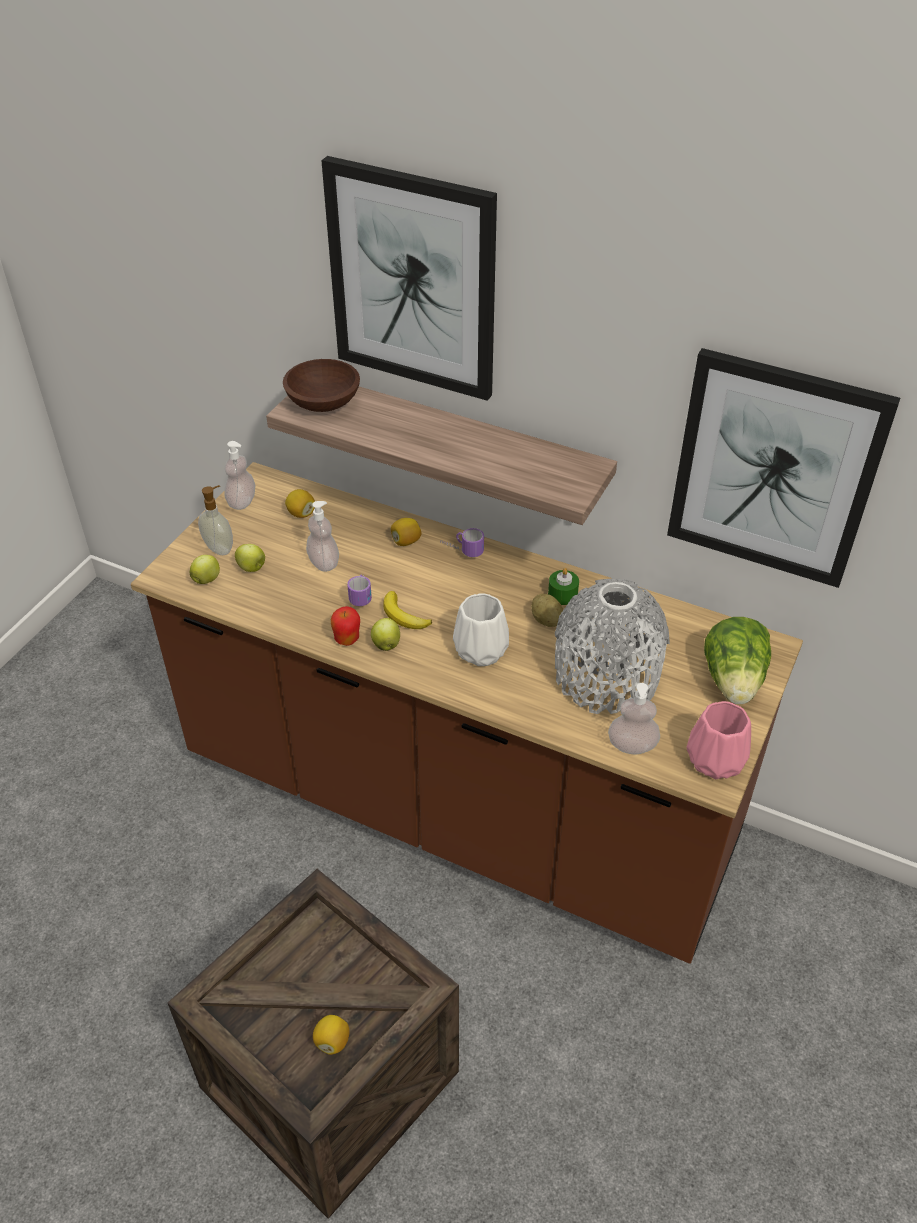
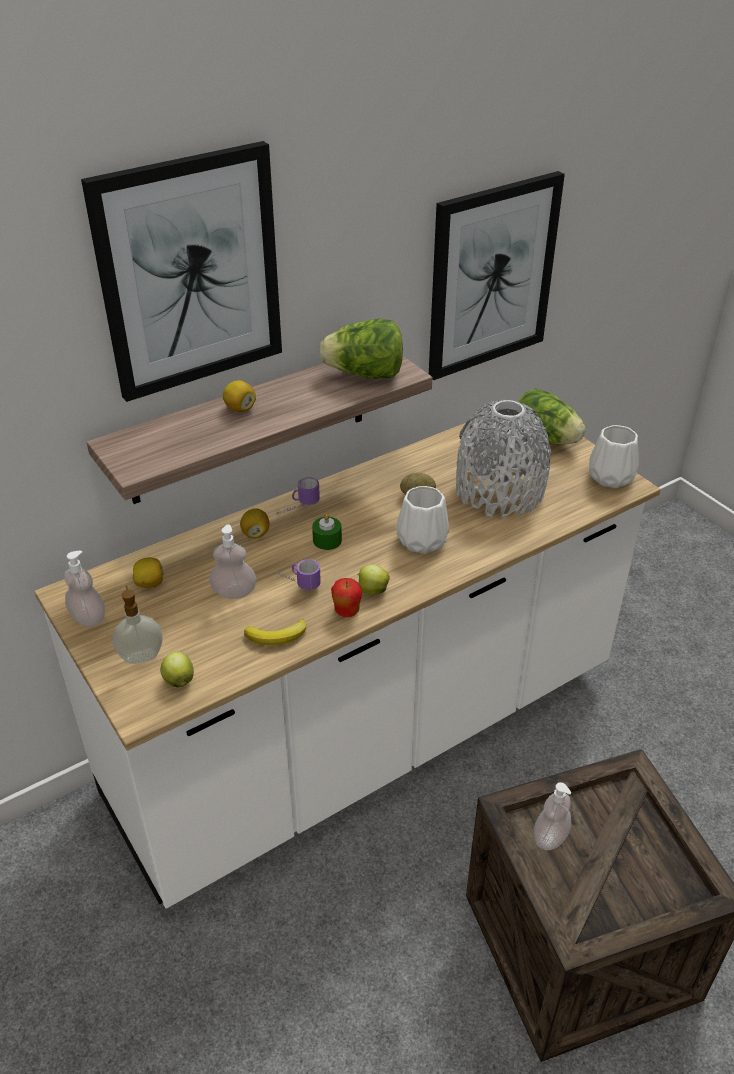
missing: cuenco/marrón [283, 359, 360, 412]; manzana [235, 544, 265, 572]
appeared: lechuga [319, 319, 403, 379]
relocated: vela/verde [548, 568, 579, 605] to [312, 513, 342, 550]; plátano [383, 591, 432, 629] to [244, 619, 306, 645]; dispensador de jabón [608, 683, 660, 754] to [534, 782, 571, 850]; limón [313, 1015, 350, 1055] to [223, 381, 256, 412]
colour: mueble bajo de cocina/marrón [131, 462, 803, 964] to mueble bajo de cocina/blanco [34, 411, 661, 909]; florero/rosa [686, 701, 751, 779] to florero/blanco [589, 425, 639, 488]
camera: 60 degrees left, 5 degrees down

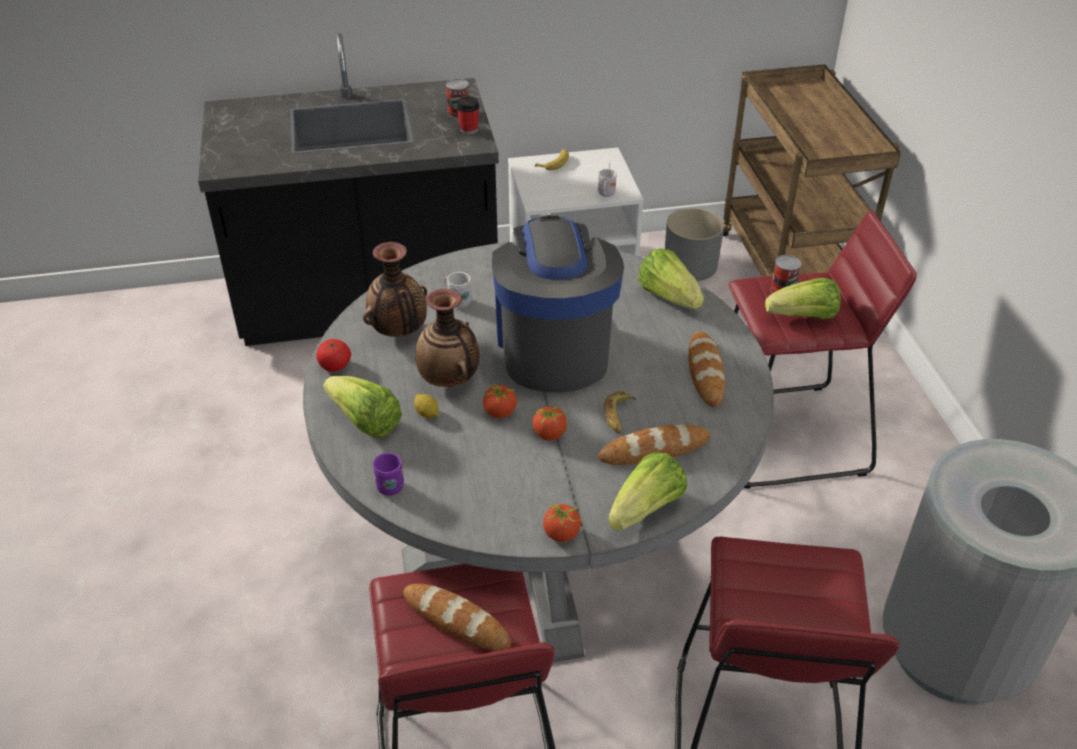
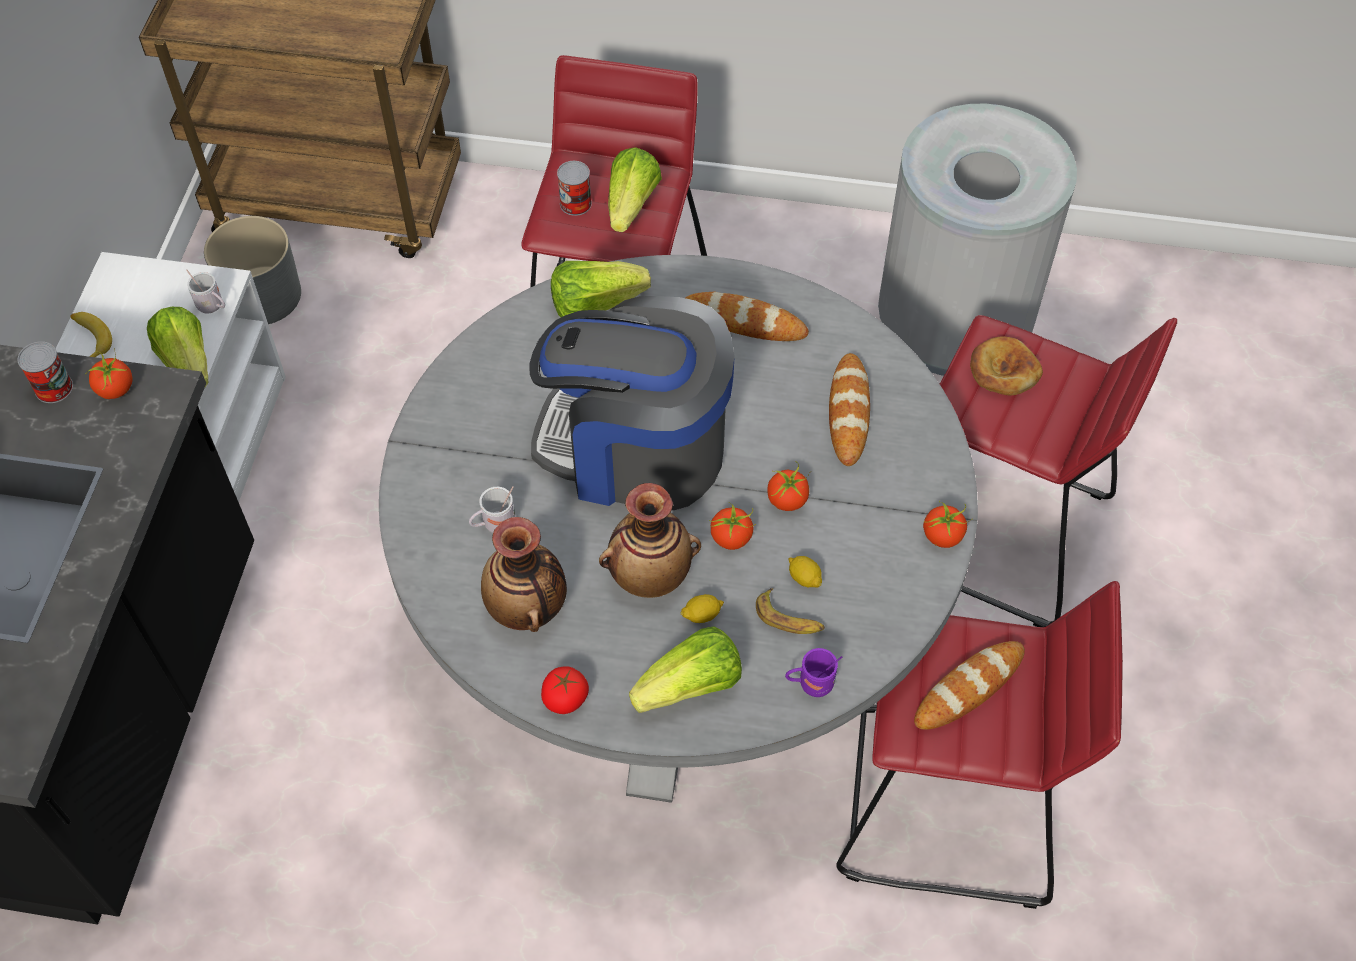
appeared: pan [970, 336, 1043, 395]; limón [789, 556, 822, 588]
relocated: plátano [604, 391, 636, 434] to [756, 588, 825, 634]; lechuga [608, 452, 687, 531] to [147, 307, 209, 387]
exchanged: taza [456, 96, 479, 135] to tomate [86, 348, 133, 399]
camera: 70 degrees left, 15 degrees up

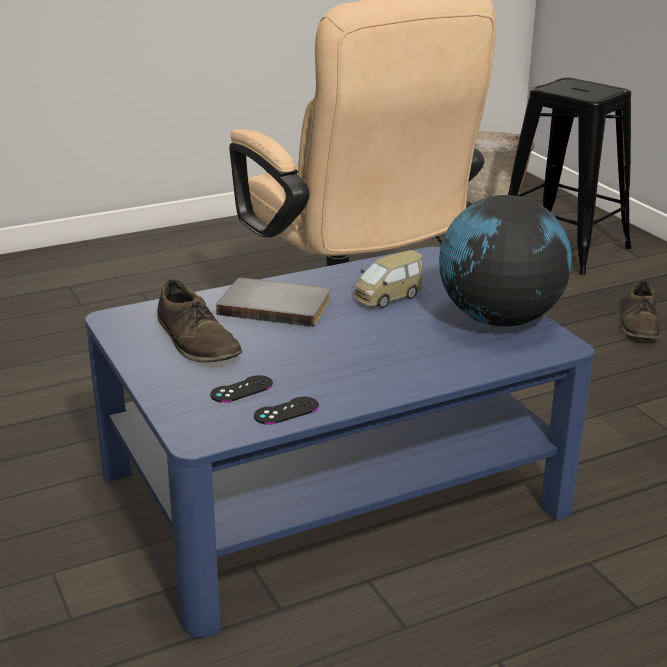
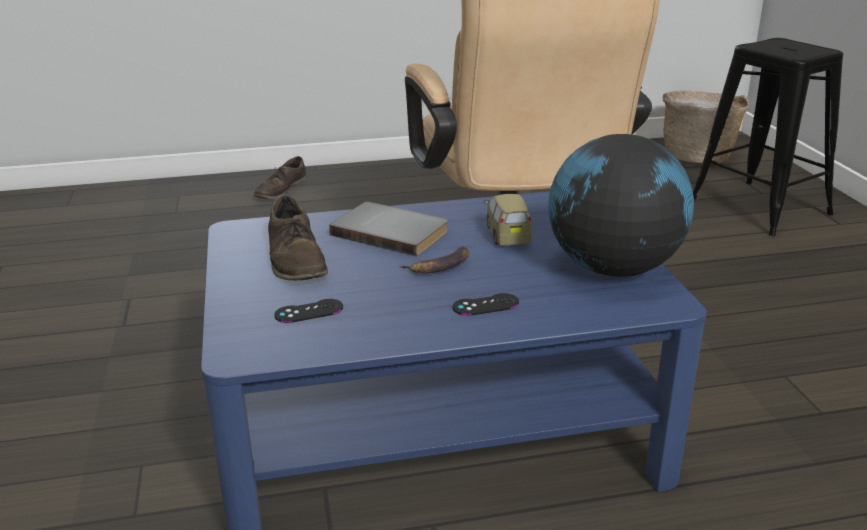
appeared: plátano [398, 246, 469, 274]
relocated: zapato/marrón [622, 280, 659, 340] to [254, 156, 306, 200]; mando de consola/negro [254, 397, 319, 425] to [453, 293, 519, 316]
spun: coche de juguete [354, 250, 423, 308] = [484, 194, 531, 245] 105 degrees clockwise
camera: 15 degrees right, 0 degrees up

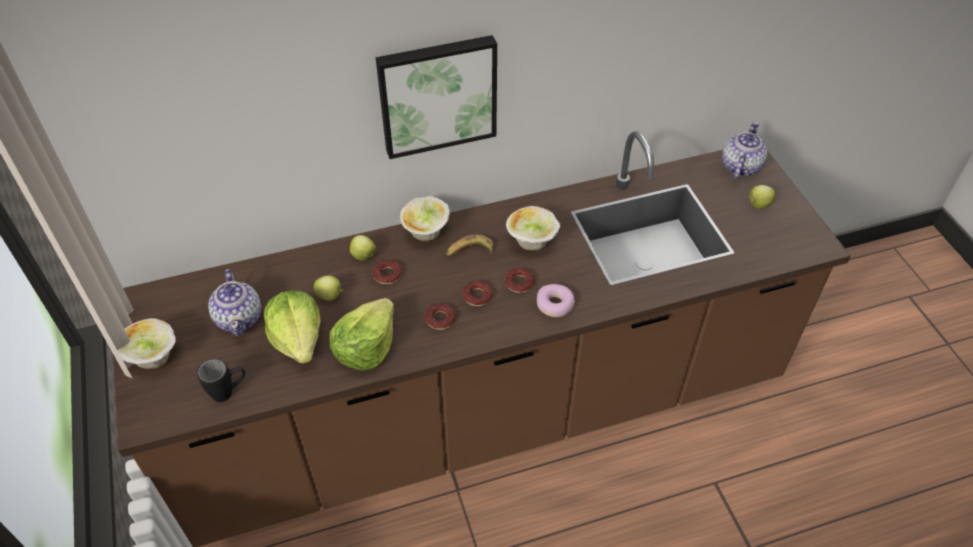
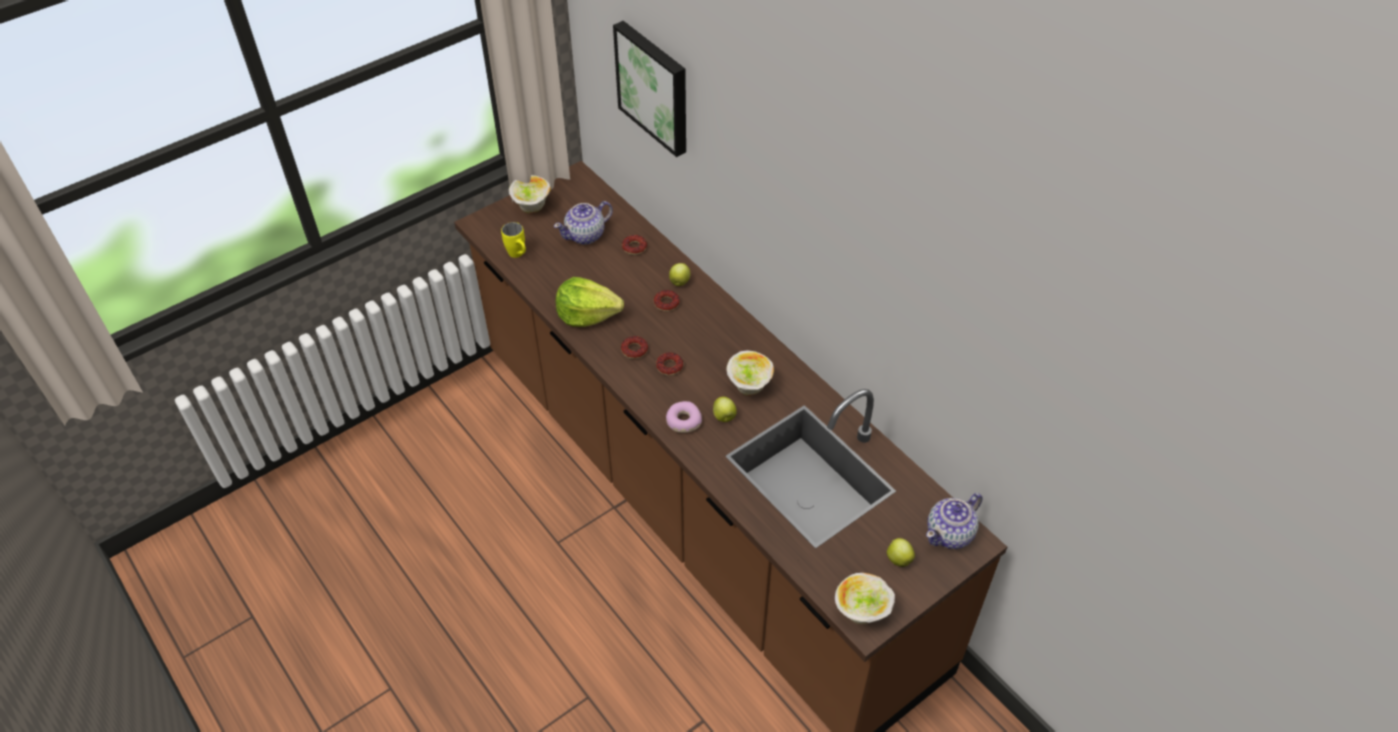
missing: plátano [446, 234, 494, 257]; lechuga [264, 290, 321, 363]
relocated: cuadro [376, 35, 497, 159] to [613, 21, 686, 157]; cuenco [400, 196, 450, 241] to [835, 573, 895, 624]; rosquilla [505, 267, 535, 293] to [622, 235, 647, 255]; manzana [313, 275, 343, 301] to [713, 396, 737, 422]
colour: taza grande/negro [197, 359, 245, 402] to taza grande/amarillo [501, 222, 526, 258]
spun: tetera [722, 122, 767, 179] = [926, 493, 983, 549] 135 degrees clockwise
camera: 70 degrees right, 0 degrees up

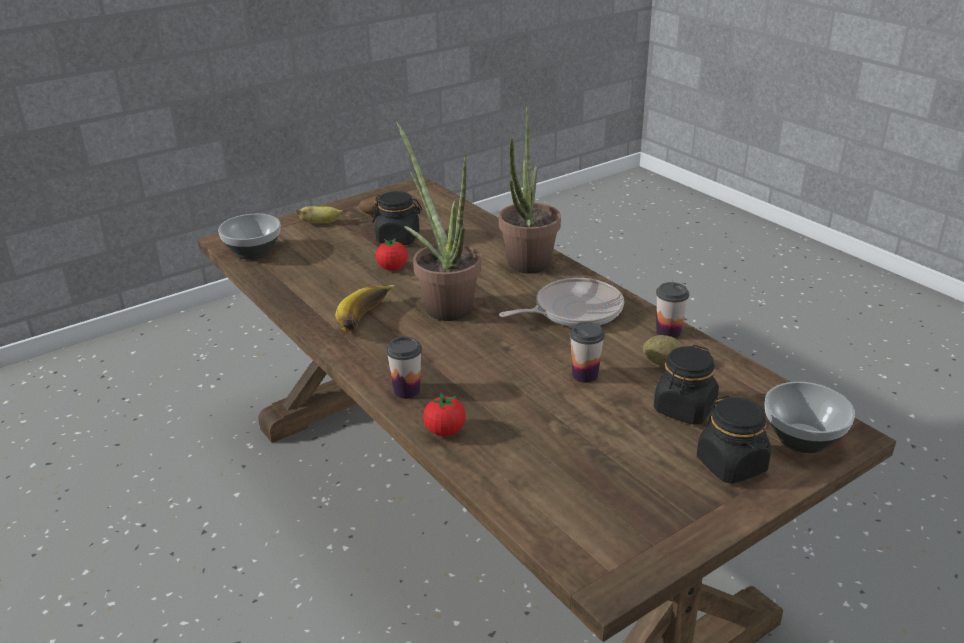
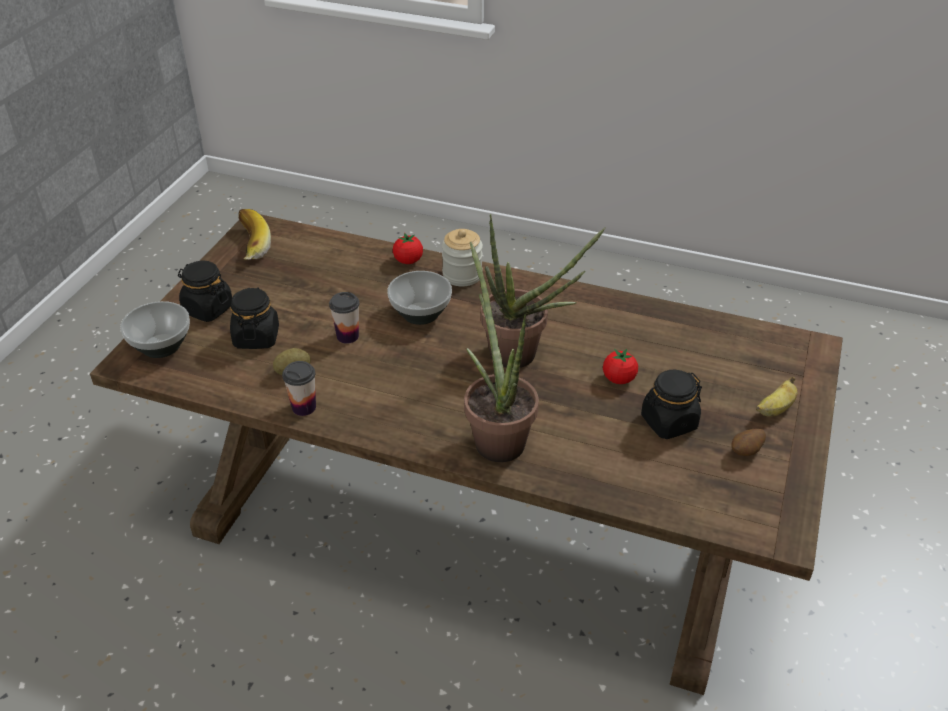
missing: sartén [499, 278, 624, 327]
relocated: cuenco [218, 214, 281, 260] to [387, 271, 452, 325]; plátano [335, 285, 395, 333] to [238, 209, 271, 260]
exchanged: taza [386, 336, 422, 399] to tarro [442, 229, 483, 286]
camera: 145 degrees right, 10 degrees up

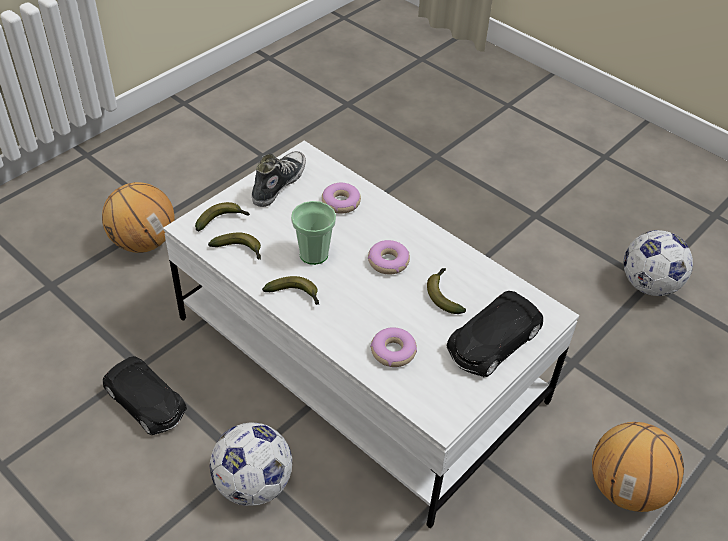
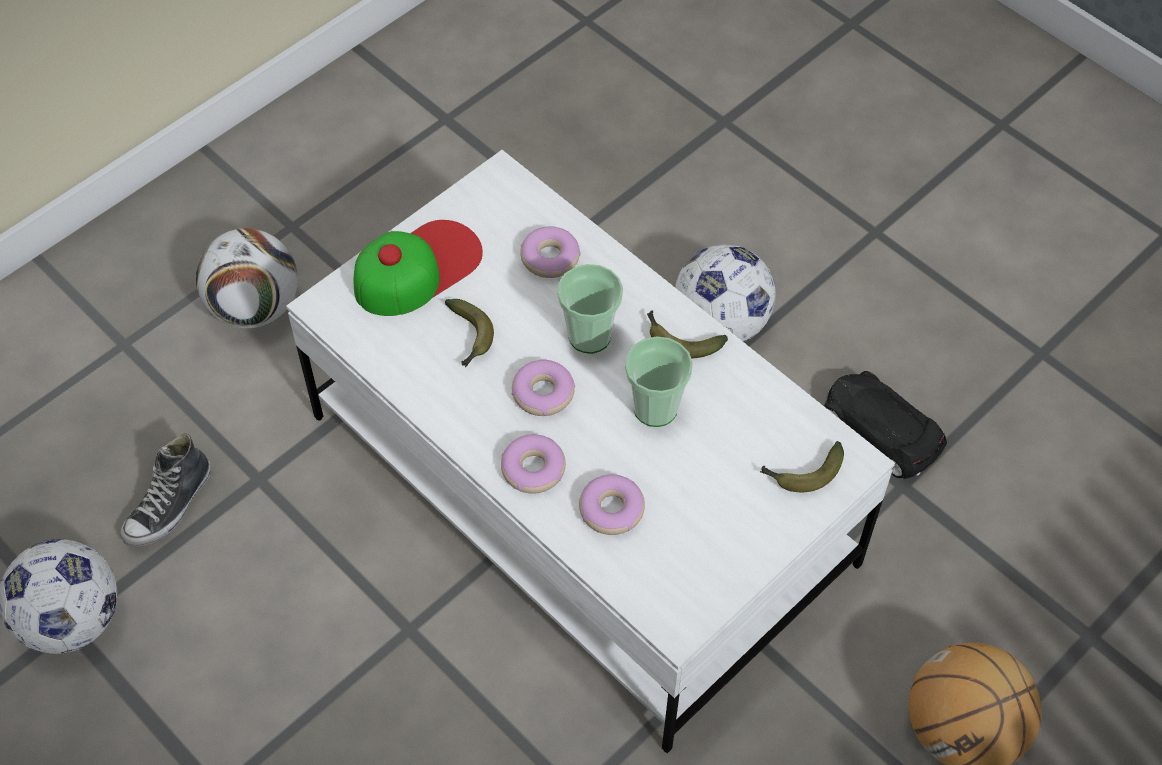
missing: plátano [208, 233, 261, 259]
appeared: taza [557, 264, 623, 354]; rosquilla [501, 434, 566, 494]
relocated: zapato [252, 151, 306, 207] to [120, 433, 211, 547]
exchanged: coche de juguete/negro [447, 291, 543, 377] to gorra [354, 220, 483, 316]; balón de baloncesto [592, 422, 684, 512] to balón de fútbol [196, 228, 298, 329]
camera: 175 degrees left, 10 degrees up

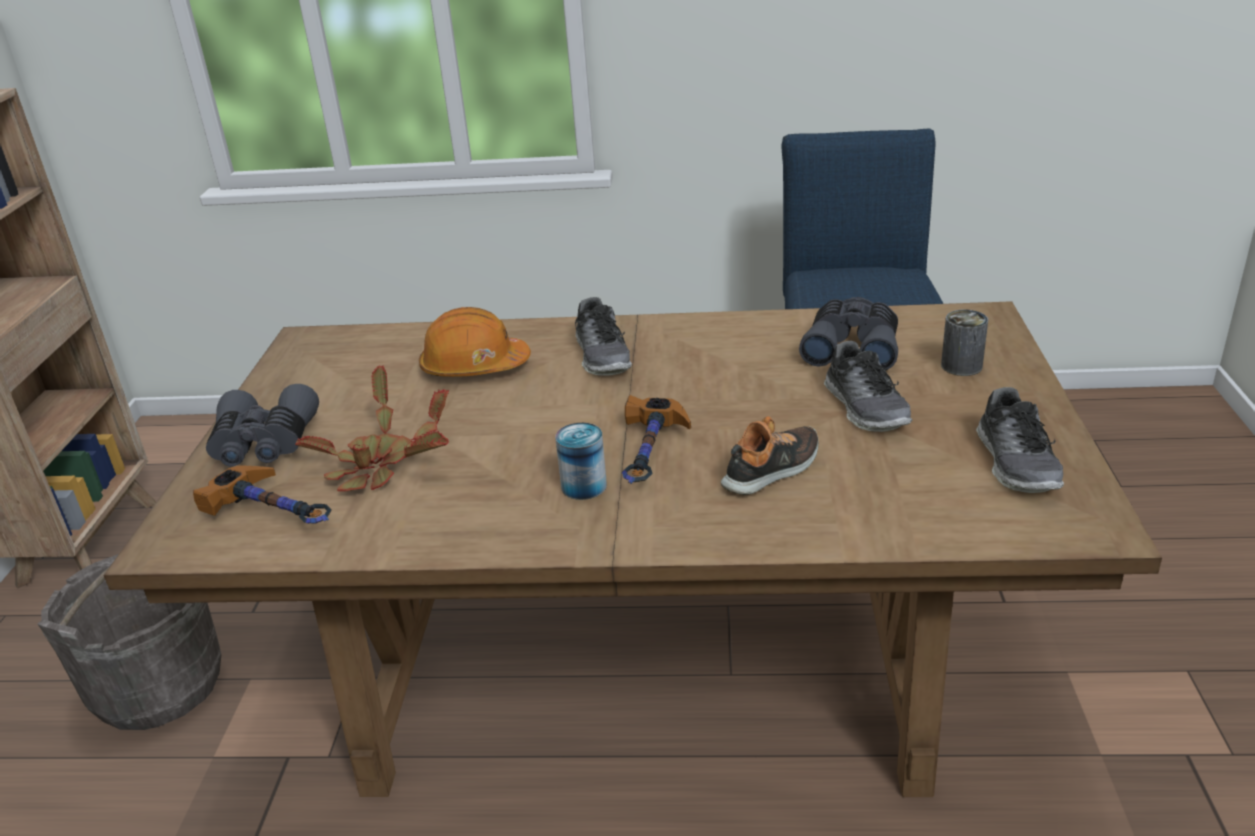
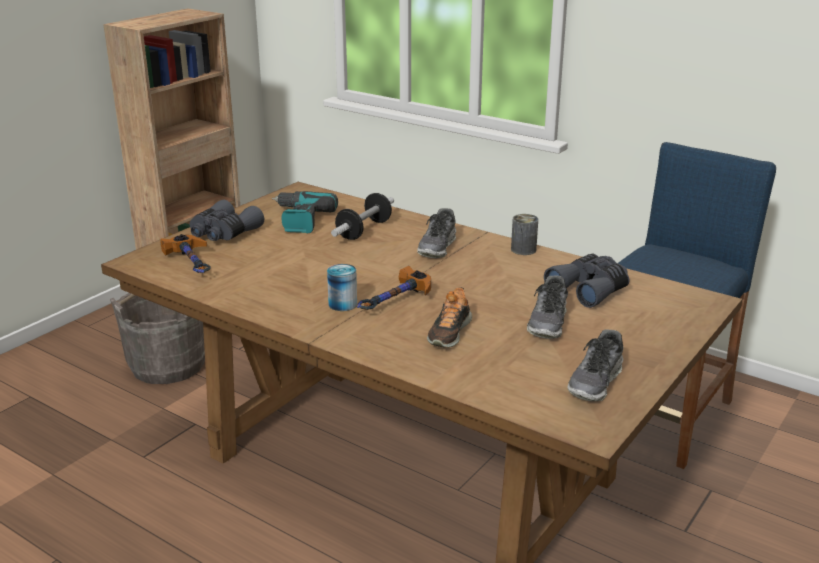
missing: planta en maceta [295, 366, 449, 491]
appeared: taladro [272, 191, 338, 234]
relocated: lata [941, 310, 988, 376] to [511, 214, 538, 255]
exchanged: casco/naranja [419, 307, 531, 377] to mancuerna [331, 193, 394, 240]
spun: zapato [721, 416, 819, 495] = [427, 287, 472, 348] 120 degrees clockwise
camera: 30 degrees right, 5 degrees down

